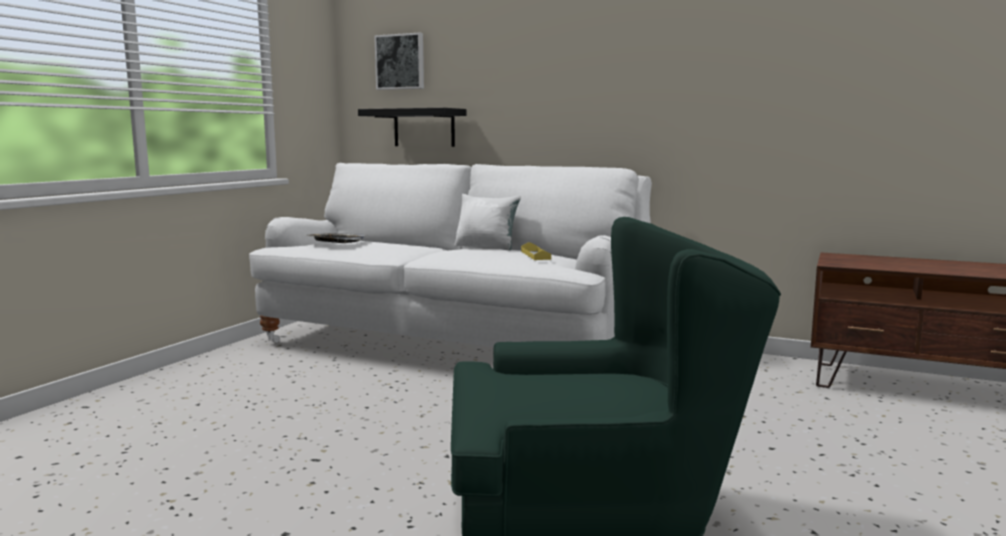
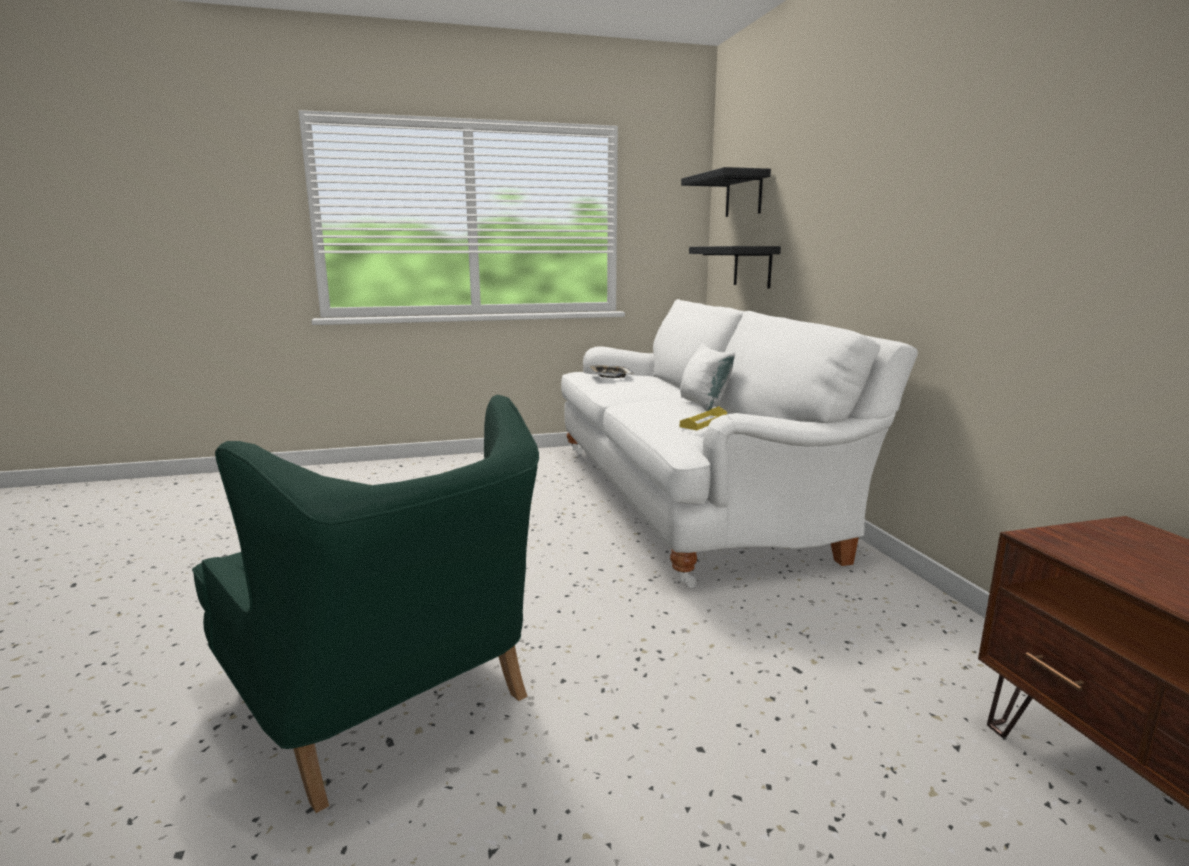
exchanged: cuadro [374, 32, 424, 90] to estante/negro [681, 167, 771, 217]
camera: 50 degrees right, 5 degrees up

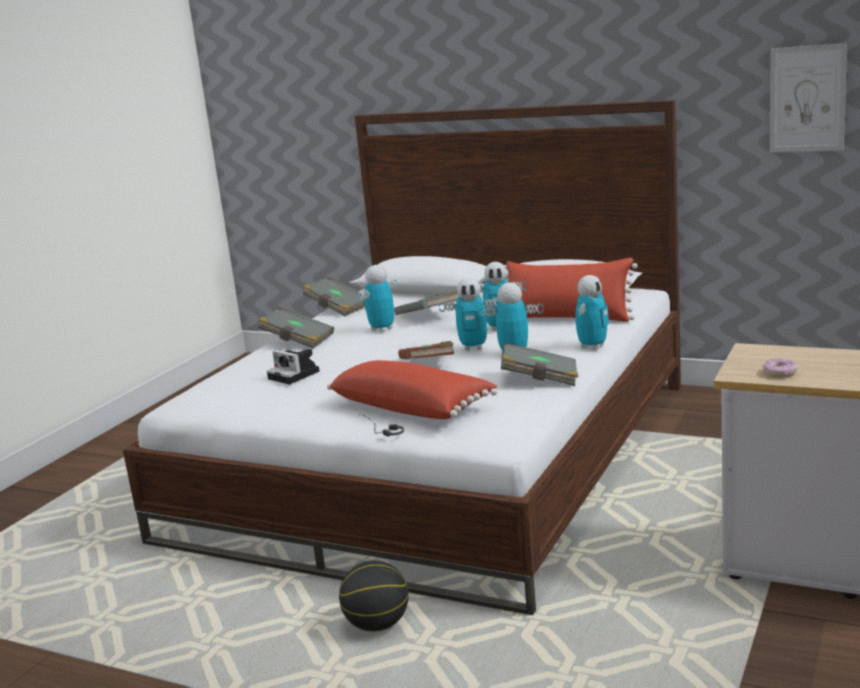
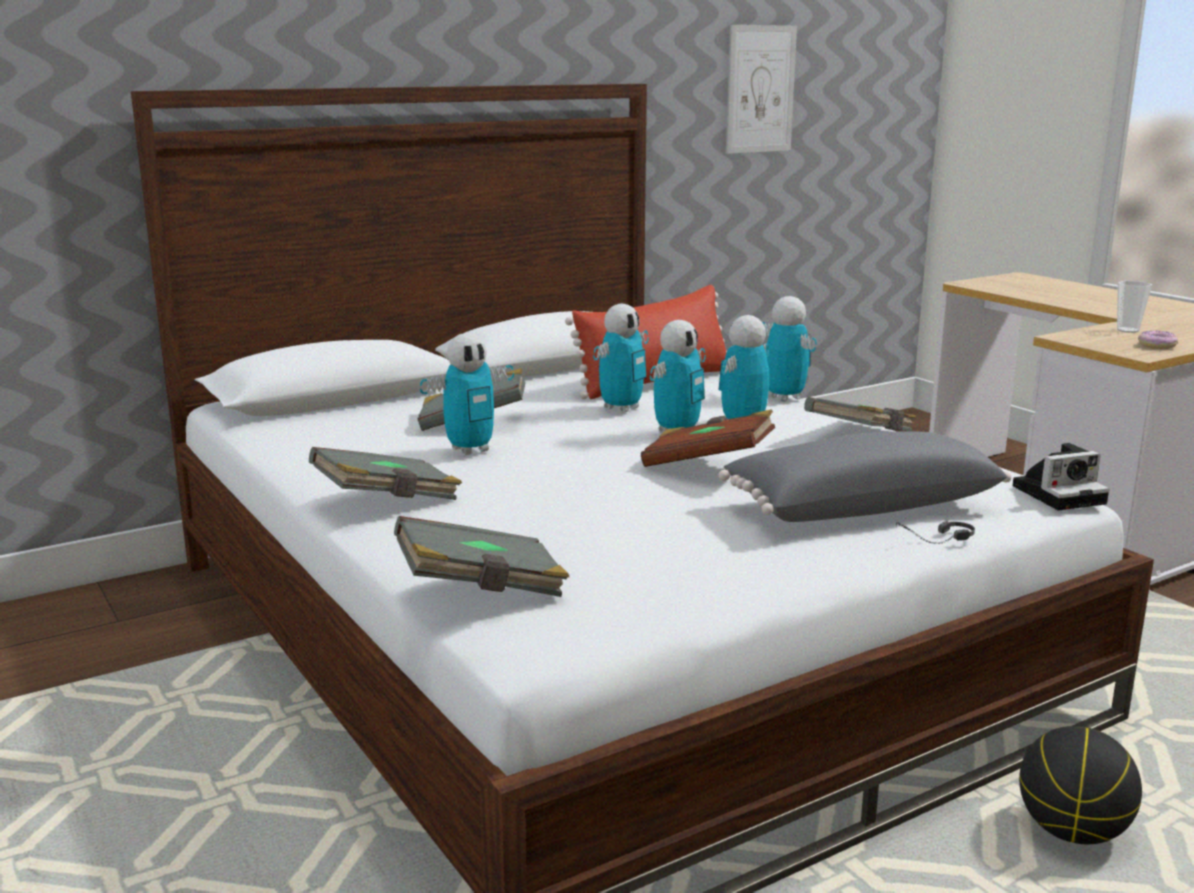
appeared: taza [1117, 281, 1152, 333]
relocated: libro/gris [303, 277, 365, 316] to [394, 516, 569, 597]; cámara [267, 349, 319, 385] to [1013, 443, 1110, 511]
colour: cojín/rojo [327, 360, 497, 419] to cojín/gris [719, 431, 1012, 522]
spun: robot de juguete [358, 265, 397, 332] = [420, 333, 514, 456] 105 degrees counterclockwise
camera: 60 degrees left, 0 degrees up

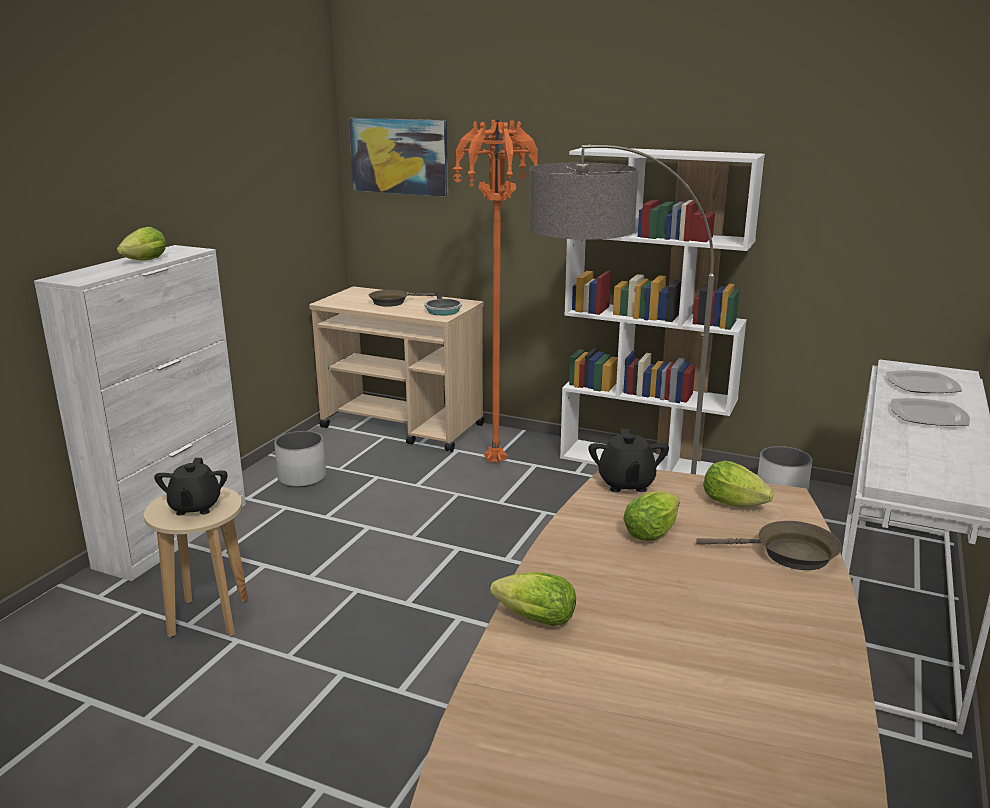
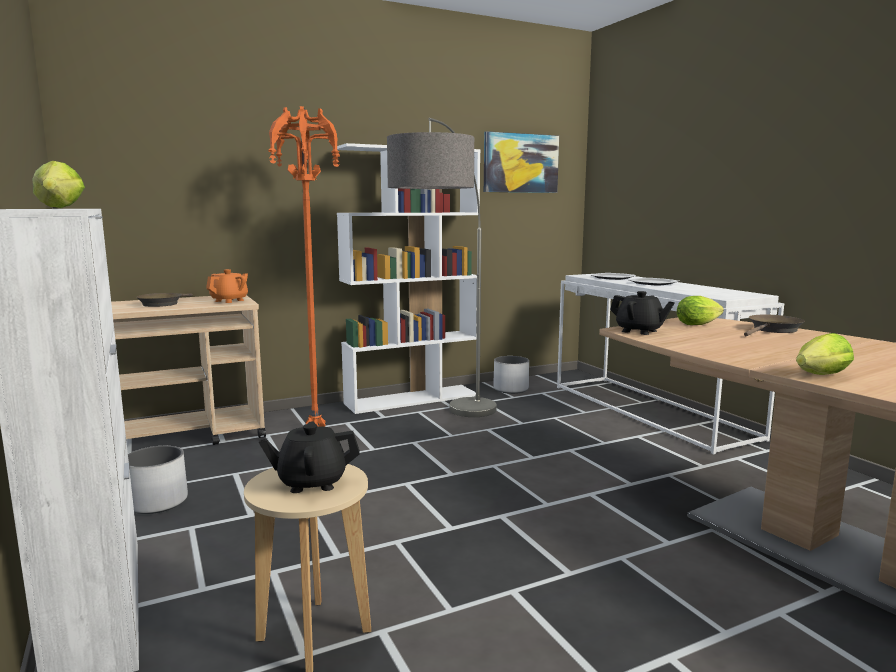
missing: lechuga [623, 491, 680, 541]
relocated: cuadro [349, 118, 448, 197] to [484, 131, 559, 193]
exchanged: sartén [425, 292, 462, 316] to tetera/naranja [206, 269, 248, 303]
spun: tetera/negro [154, 458, 228, 515] = [259, 421, 360, 493] 135 degrees clockwise
camera: 50 degrees left, 10 degrees down

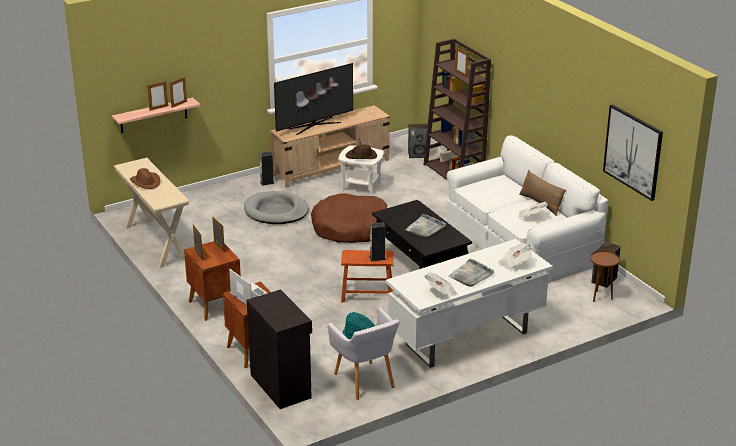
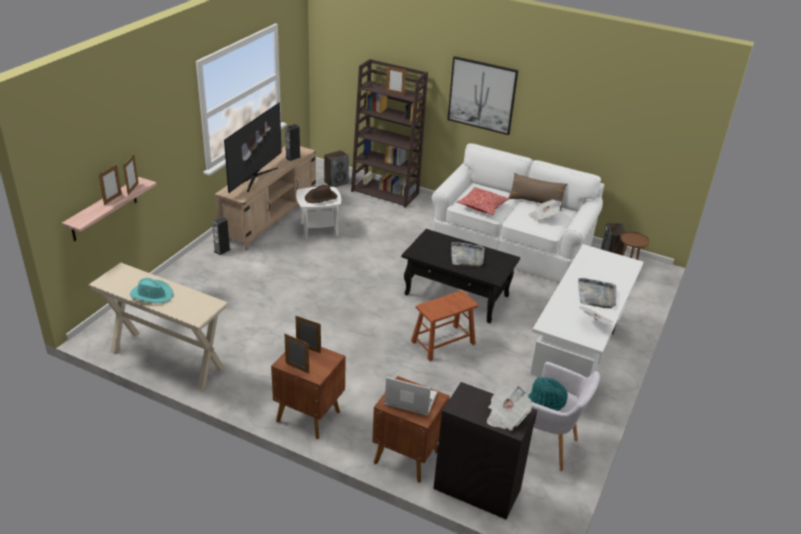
missing: cama para perro/gris [244, 191, 309, 224]; cama para perro/marrón [311, 194, 387, 243]
appeared: cojín [457, 187, 510, 215]
relocated: cuadro [603, 104, 663, 201] to [448, 56, 518, 135]; altavoz [369, 222, 386, 262] to [285, 124, 301, 161]; periódico [498, 243, 533, 269] to [487, 385, 532, 431]
colour: sombrero/marrón [130, 168, 160, 189] to sombrero/turquesa [130, 278, 174, 303]
camera: 35 degrees left, 5 degrees up

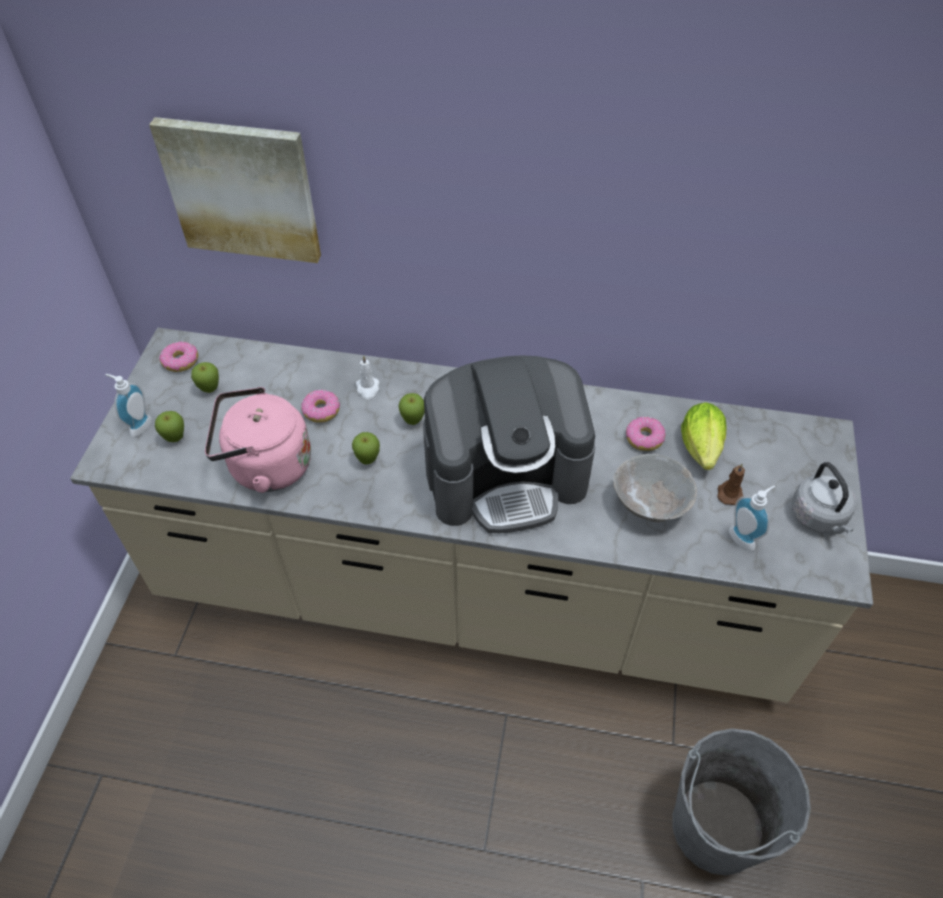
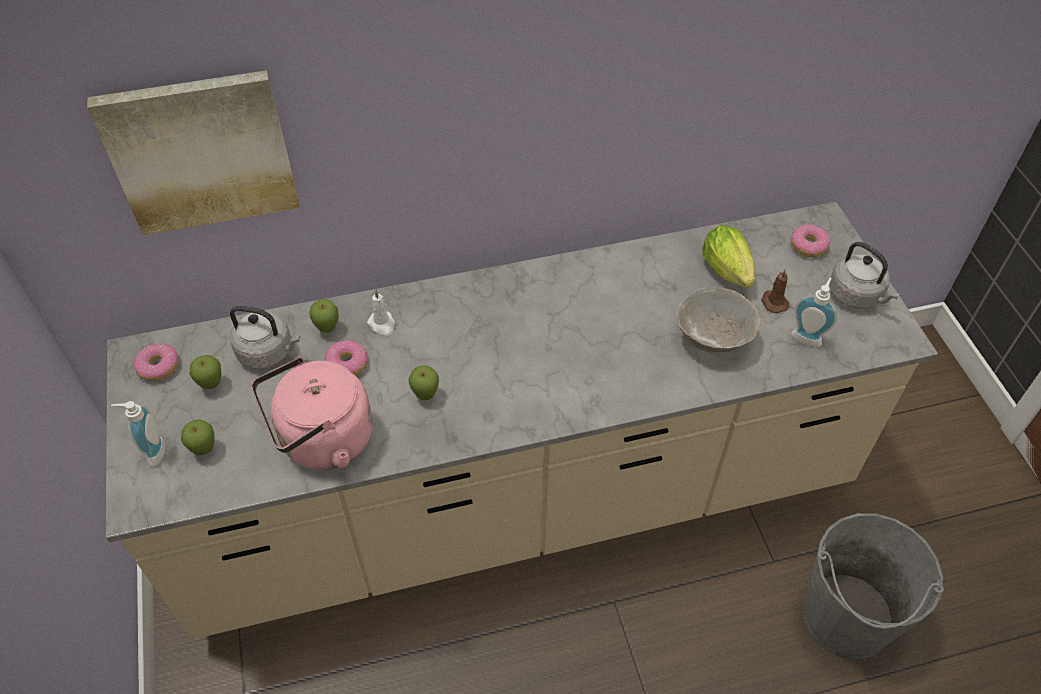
missing: cafetera [423, 355, 595, 533]
appeared: hervidor/gris [230, 306, 300, 369]
relocated: manzana [399, 393, 424, 425] to [309, 299, 339, 333]; rosquilla [626, 417, 666, 451] to [791, 225, 830, 257]
camera: 25 degrees left, 0 degrees up

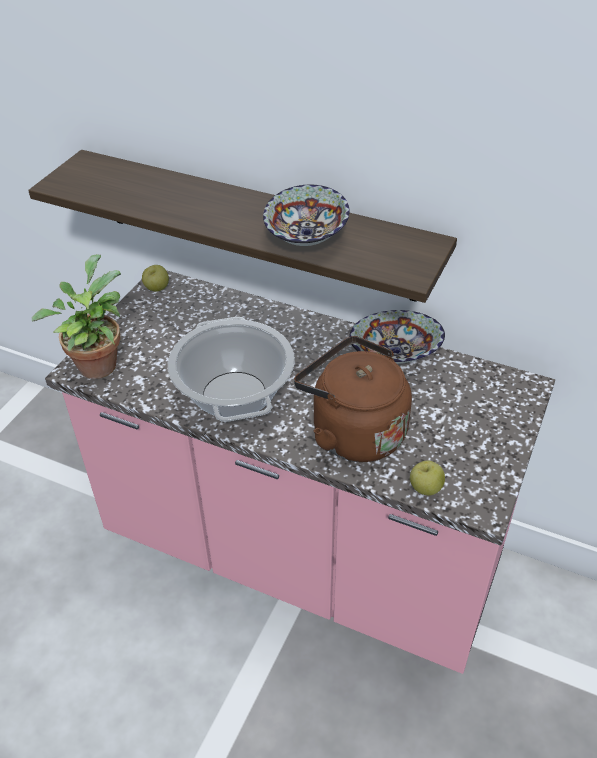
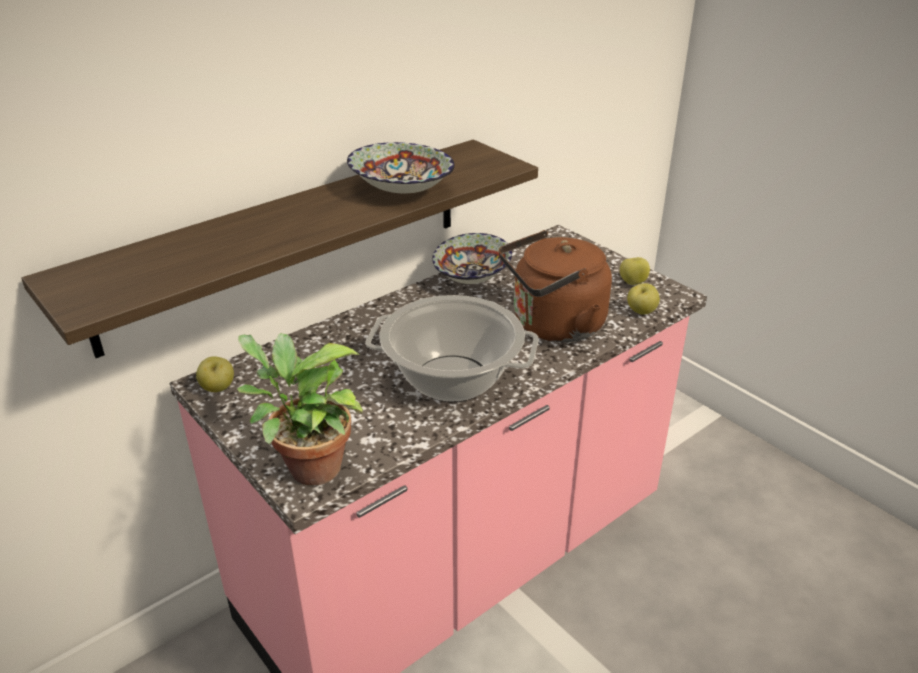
appeared: manzana [620, 257, 650, 285]
camera: 65 degrees left, 10 degrees down

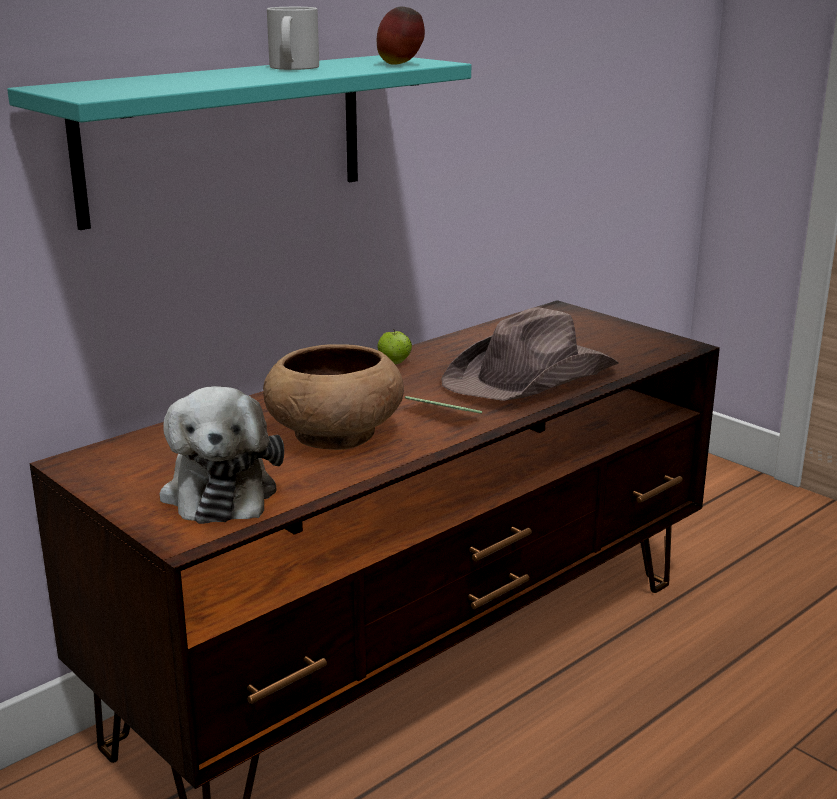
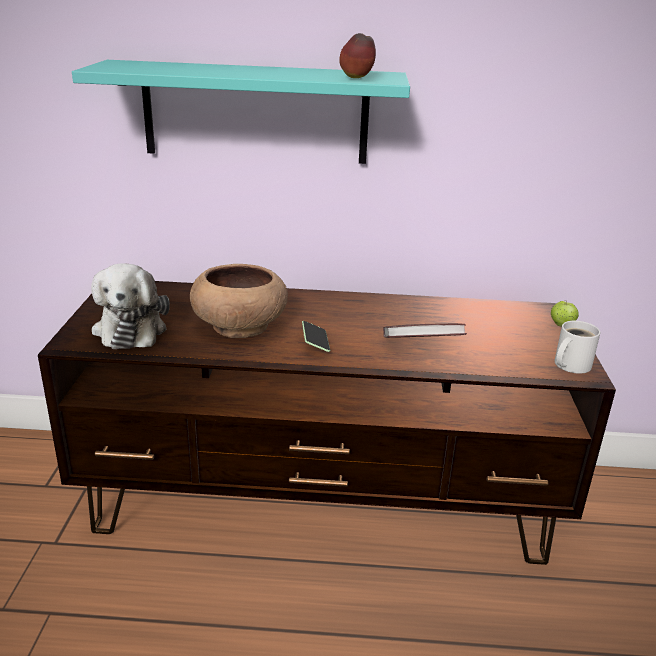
relocated: taza grande/blanco [267, 7, 319, 70] to [555, 321, 600, 374]; manzana [377, 329, 412, 364] to [551, 300, 579, 327]
exchanged: sombrero/marrón [441, 307, 619, 401] to libro [383, 323, 467, 338]
spun: peluche [160, 386, 284, 524] = [91, 263, 170, 349] 45 degrees counterclockwise
camera: 45 degrees right, 5 degrees up

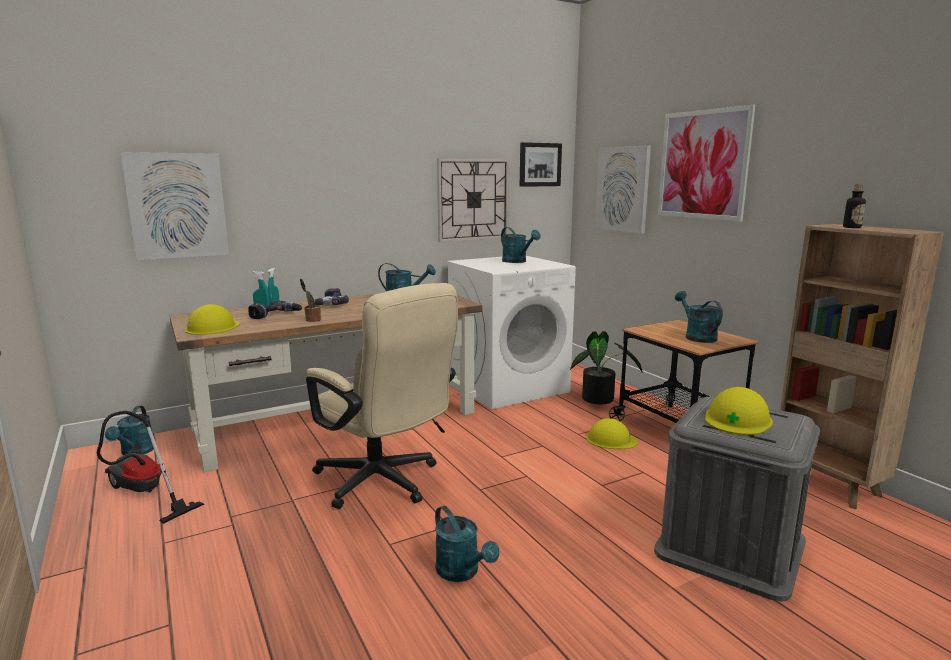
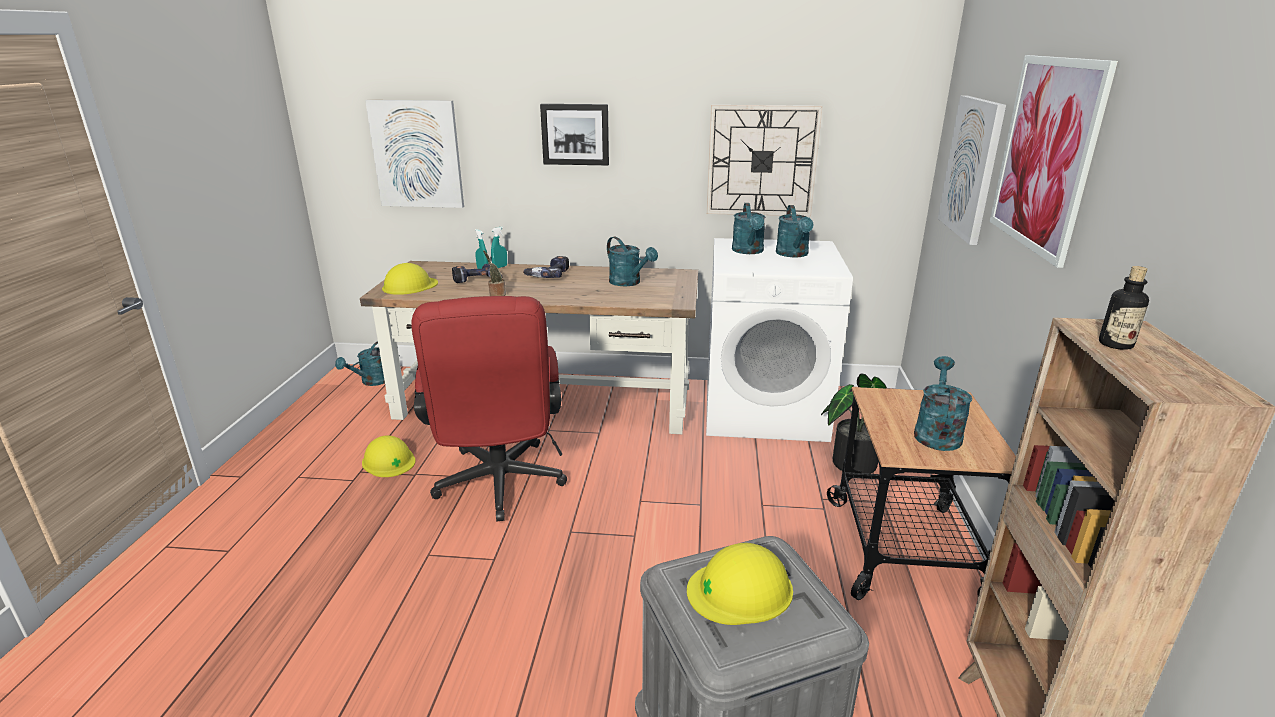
missing: aspiradora [97, 411, 204, 524]
relocated: cuadro [520, 142, 562, 187] to [540, 104, 609, 165]; casco/amarillo [586, 418, 638, 449] to [362, 435, 415, 477]; regadera/turquesa [435, 506, 500, 582] to [732, 203, 765, 254]
colour: silla de oficina/beis [306, 283, 458, 509] to silla de oficina/rojo [411, 296, 567, 522]
camera: 35 degrees right, 10 degrees up

